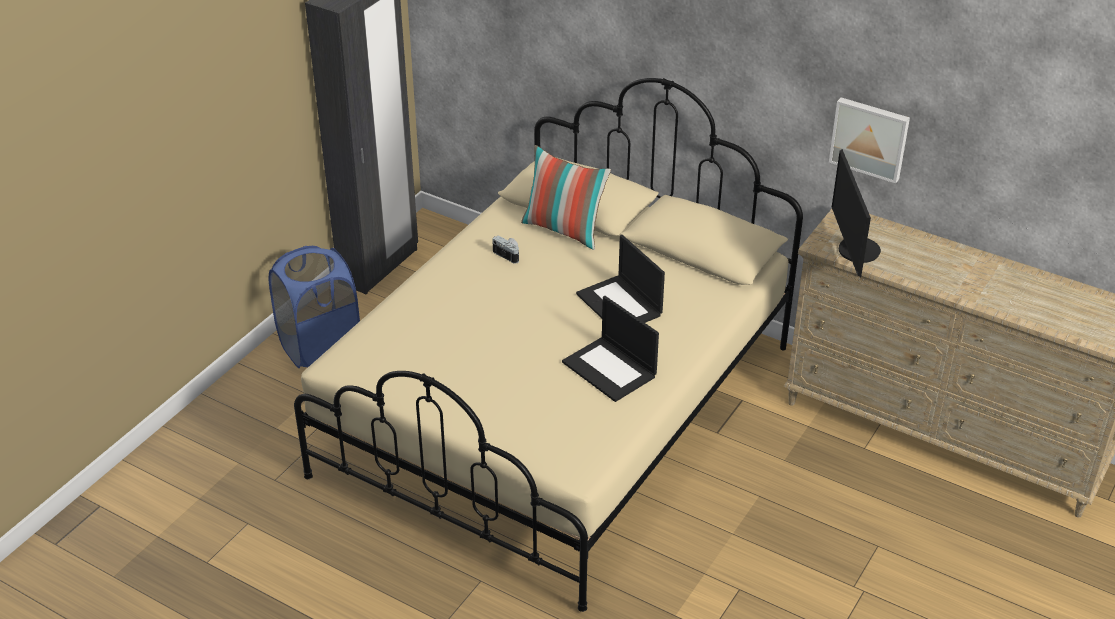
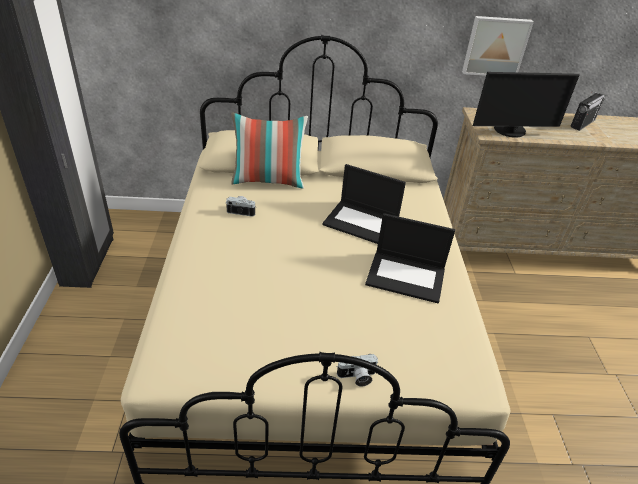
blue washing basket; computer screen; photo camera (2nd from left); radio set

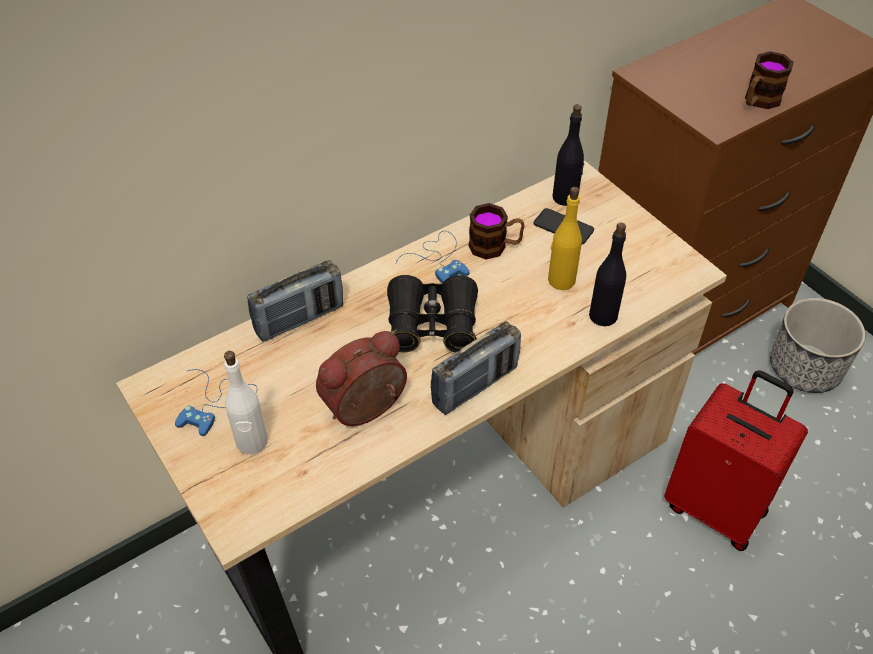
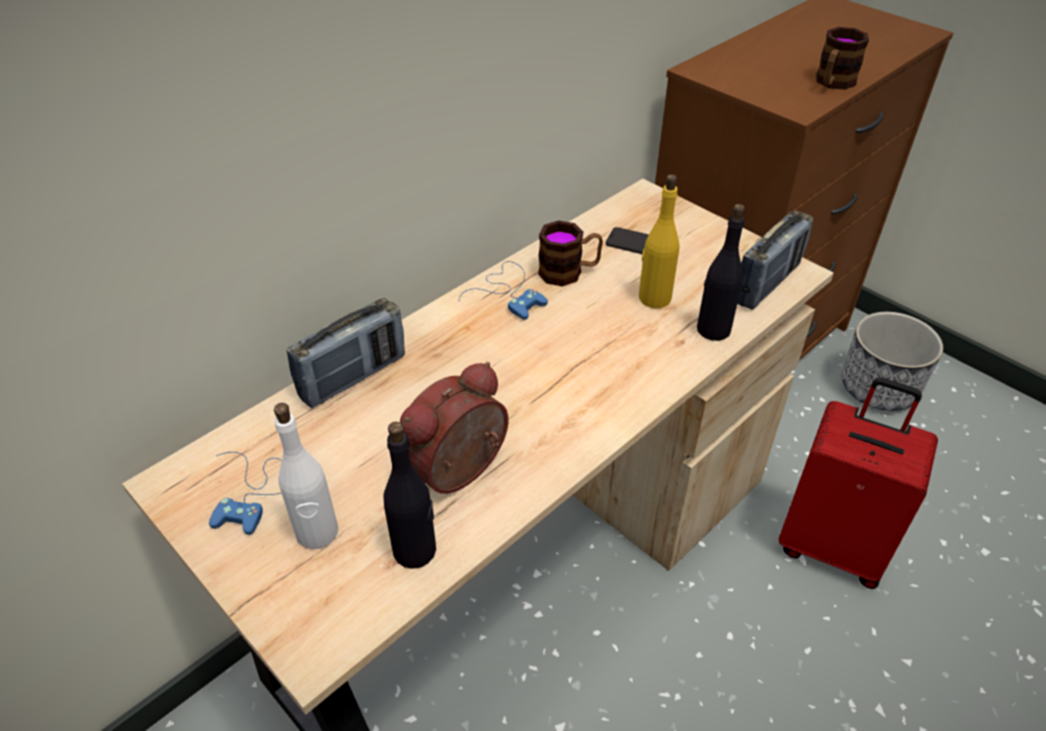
blackish field glasses; radio set (2nd from left); blackish drink bottle (1st from left)

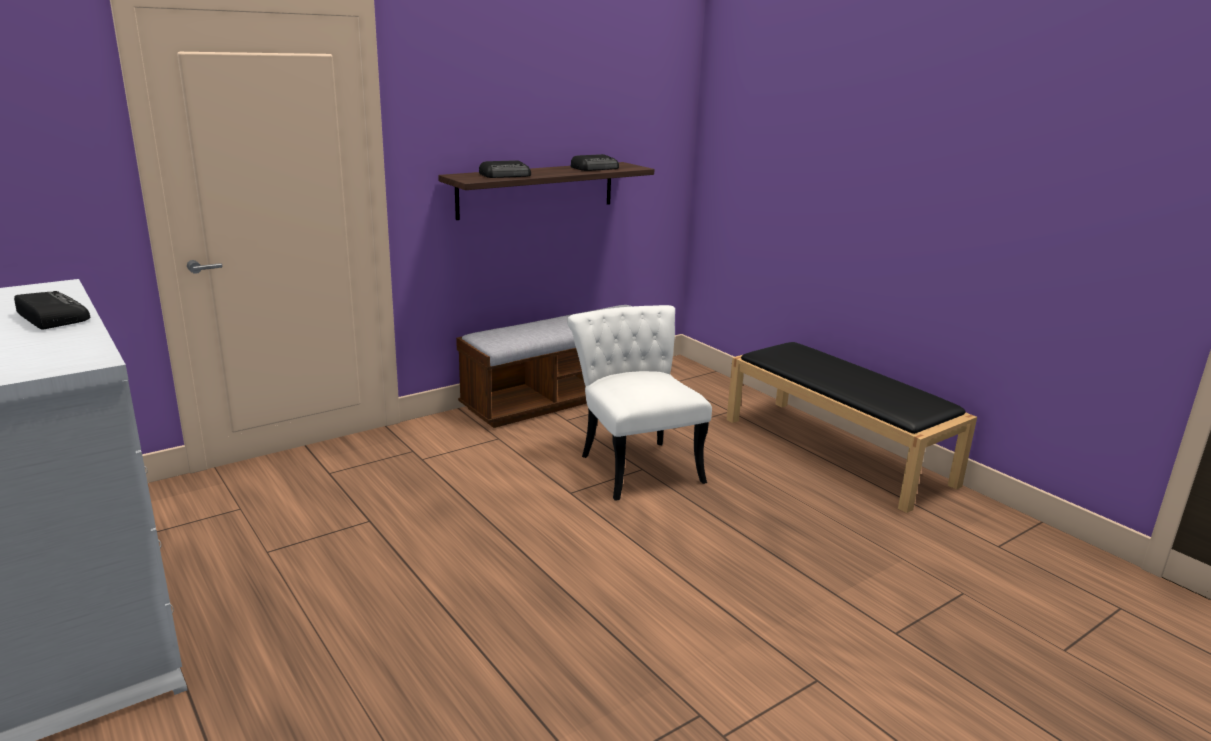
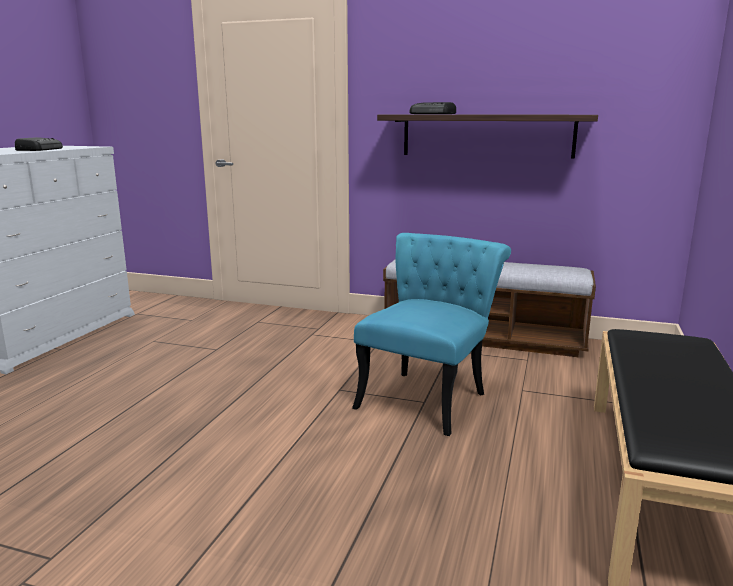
turquoise plain chair; radio set (3rd from left in the first image)

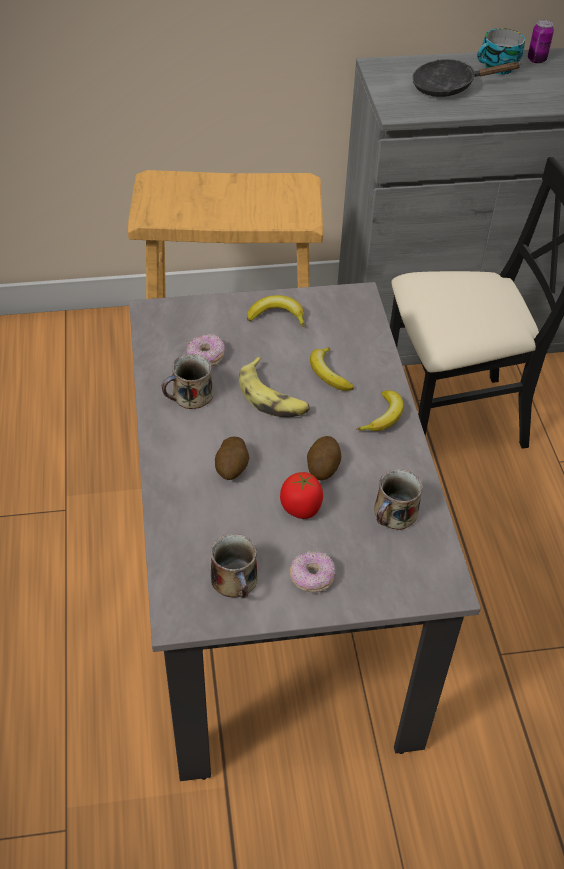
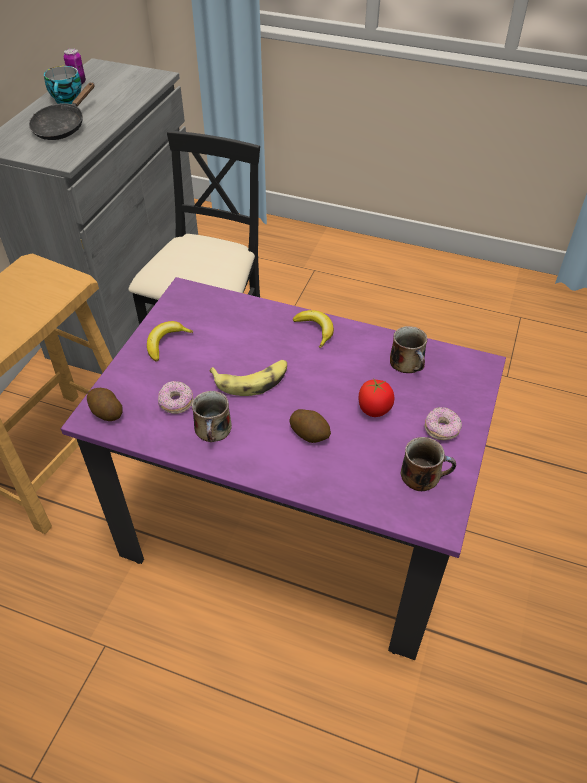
purple dining table; whole potato (1st from left); whole banana (3rd from left in the first image)

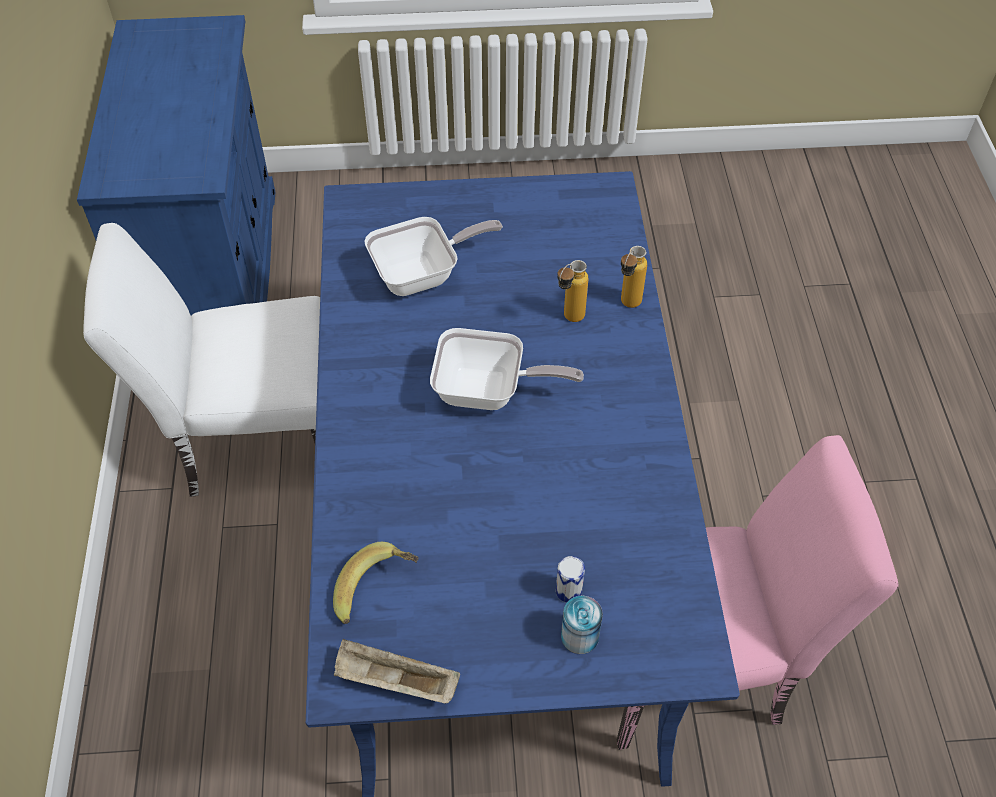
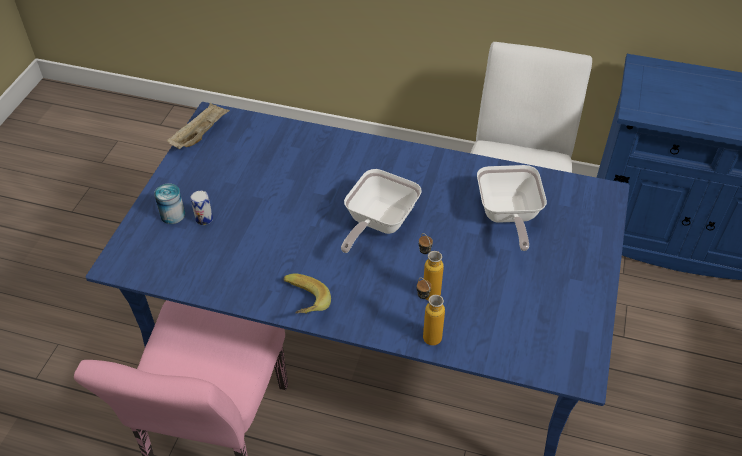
whole banana

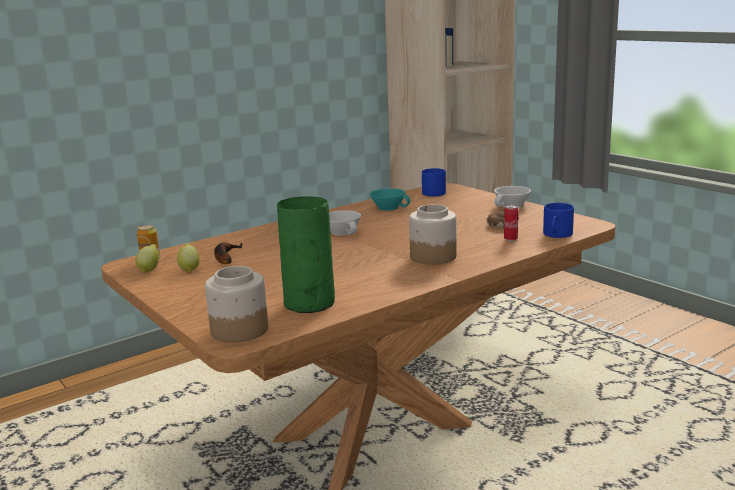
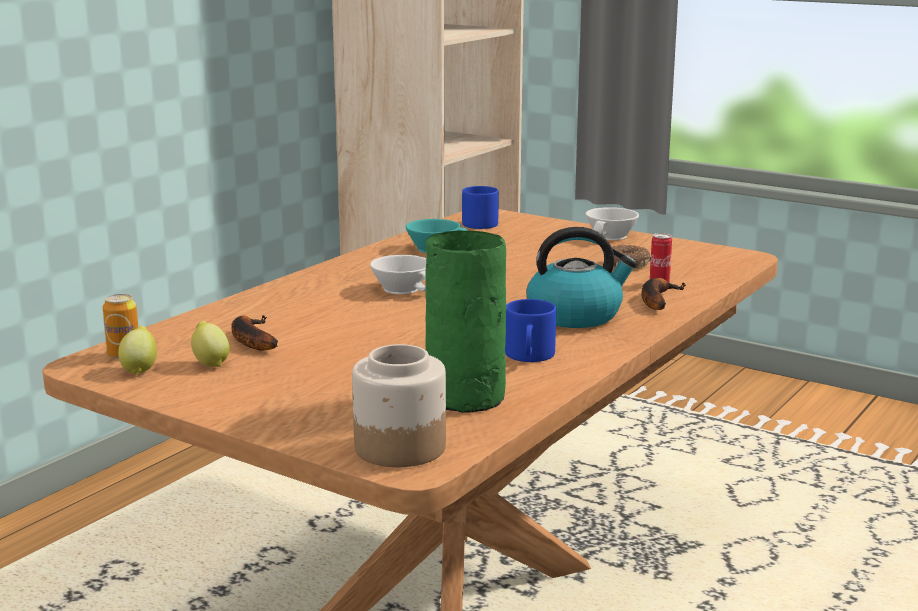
tea kettle; blue coffee mug (2nd from left); whole banana (2nd from left)

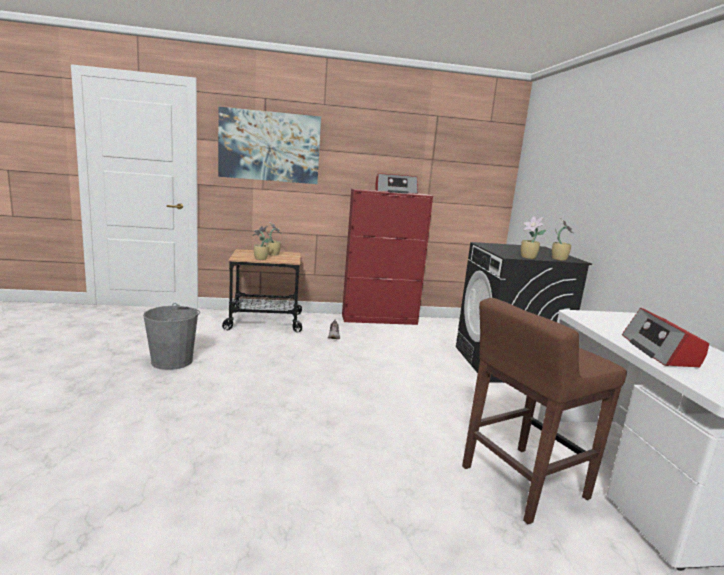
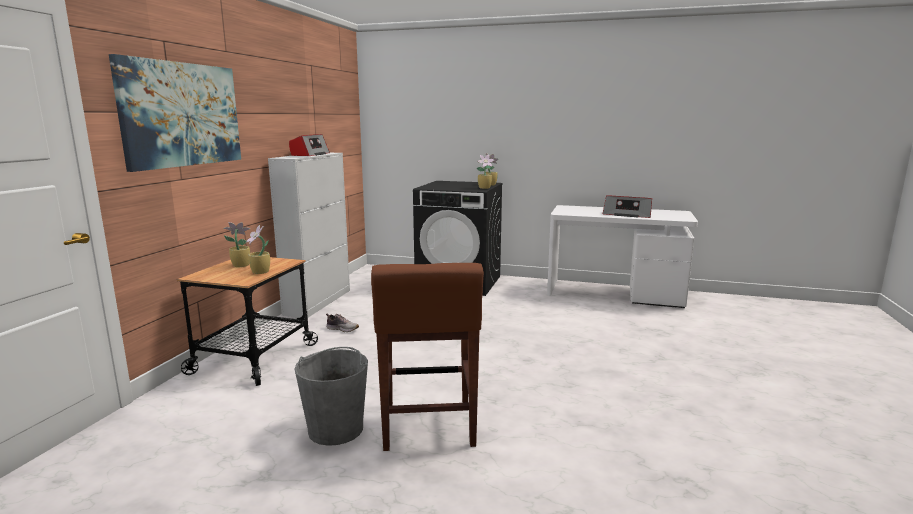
white storage cabinet; brown-coloured sitting stool

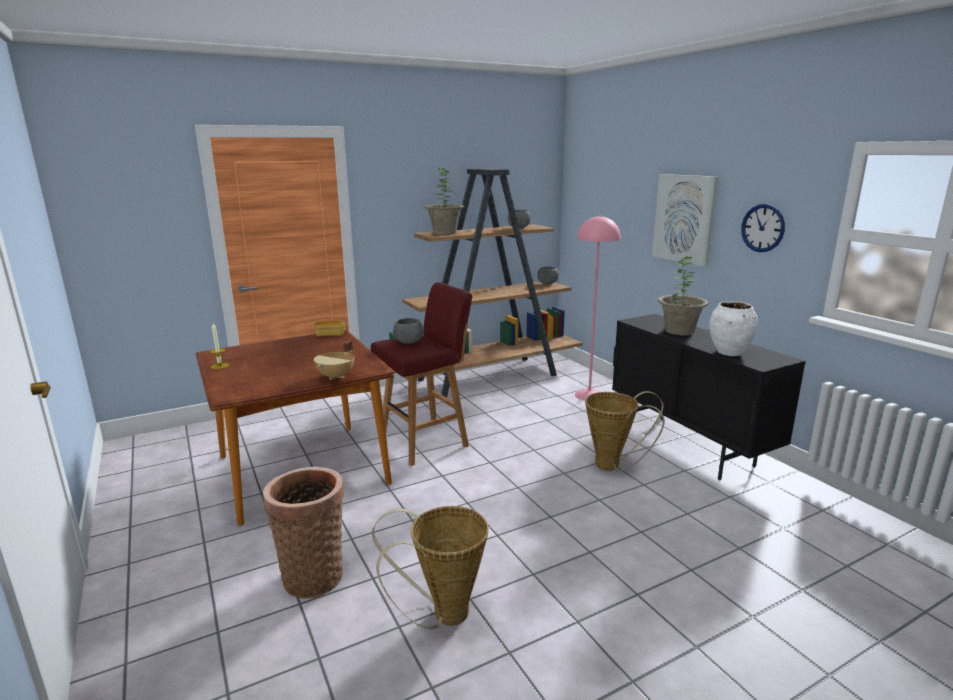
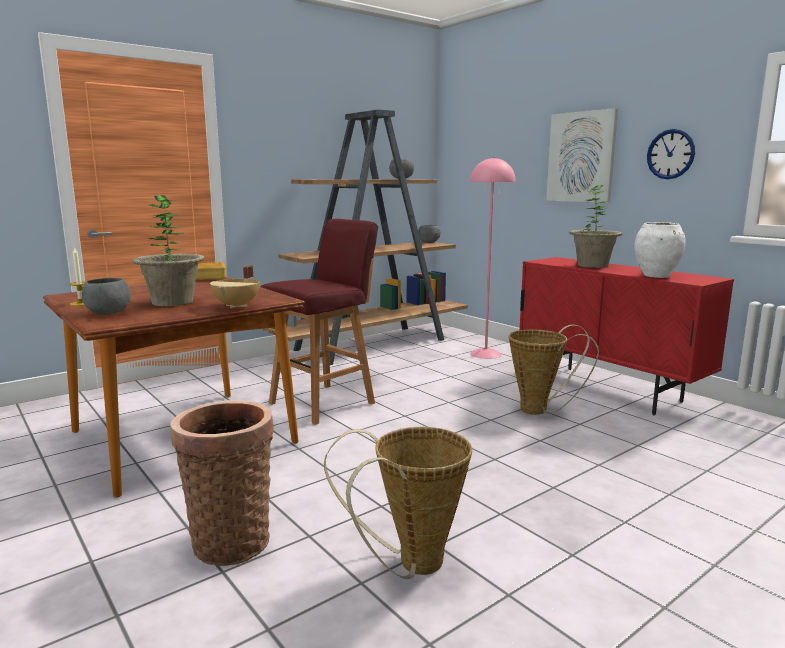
gray serving bowl (1st from left); potted plant (1st from left); reddish storage cabinet

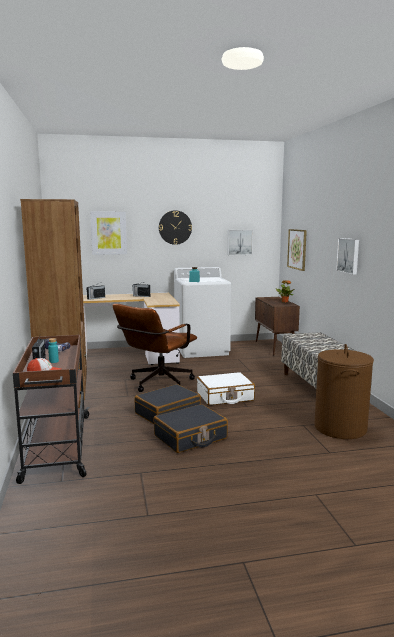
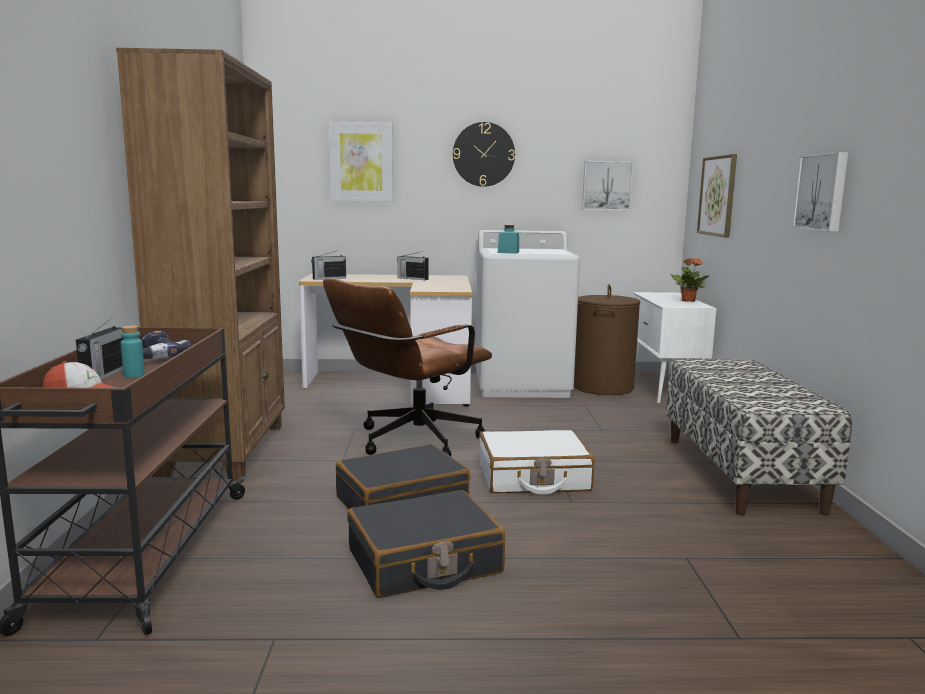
white storage cabinet; brown-coloured washing basket

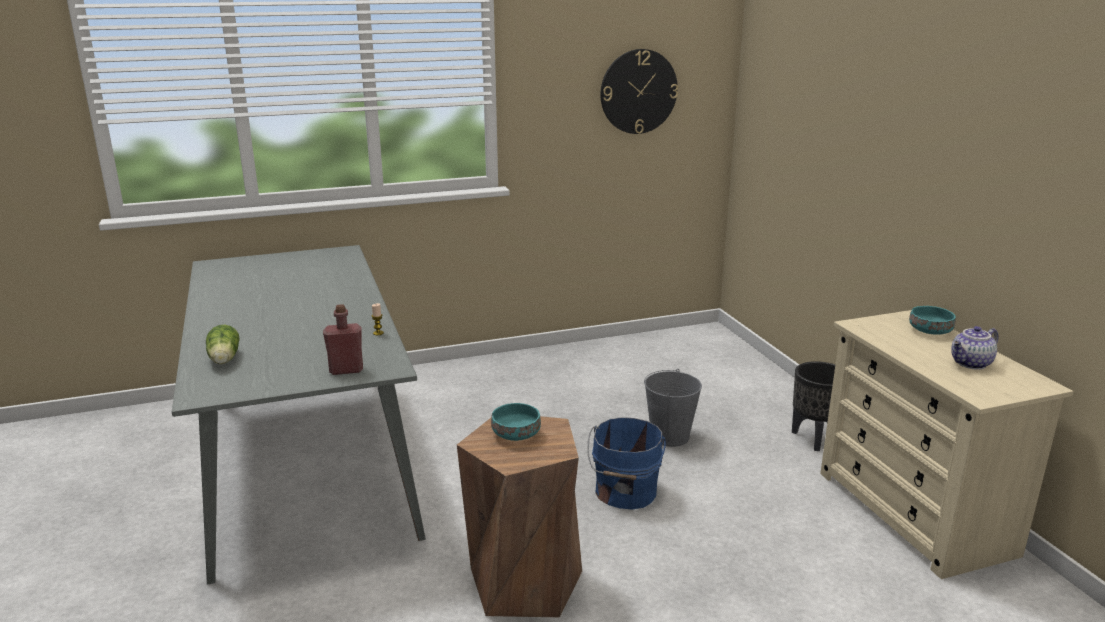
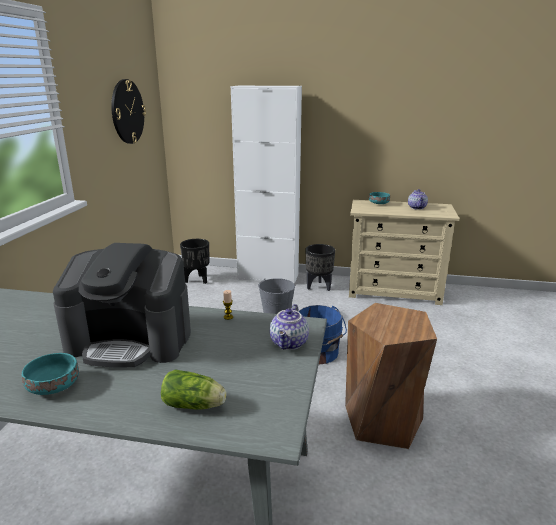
pot for tea (1st from left); turquoise serving bowl (1st from left); coffee maker; blackish planter (1st from left); white storage cabinet

